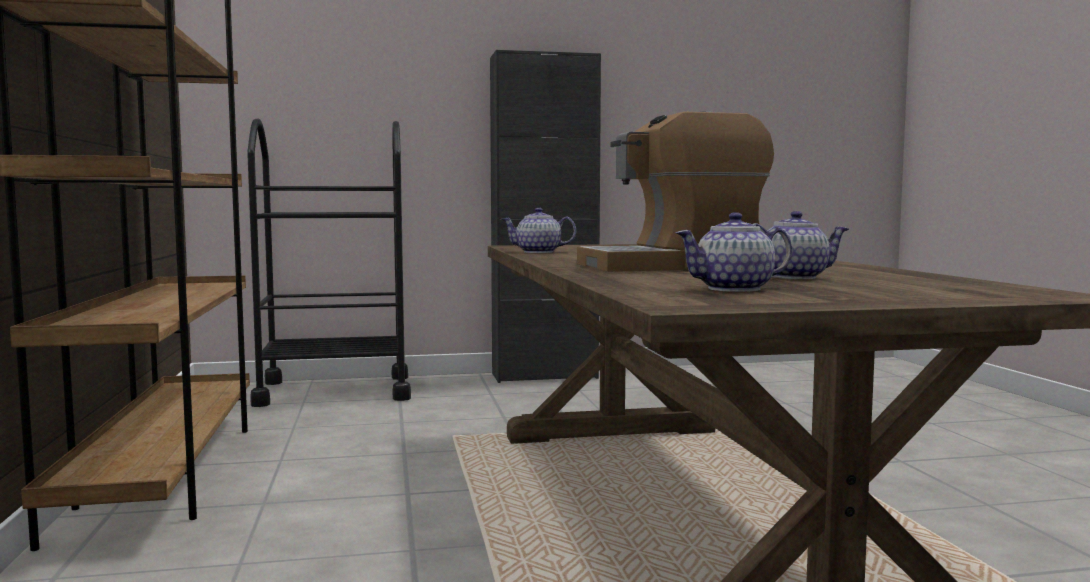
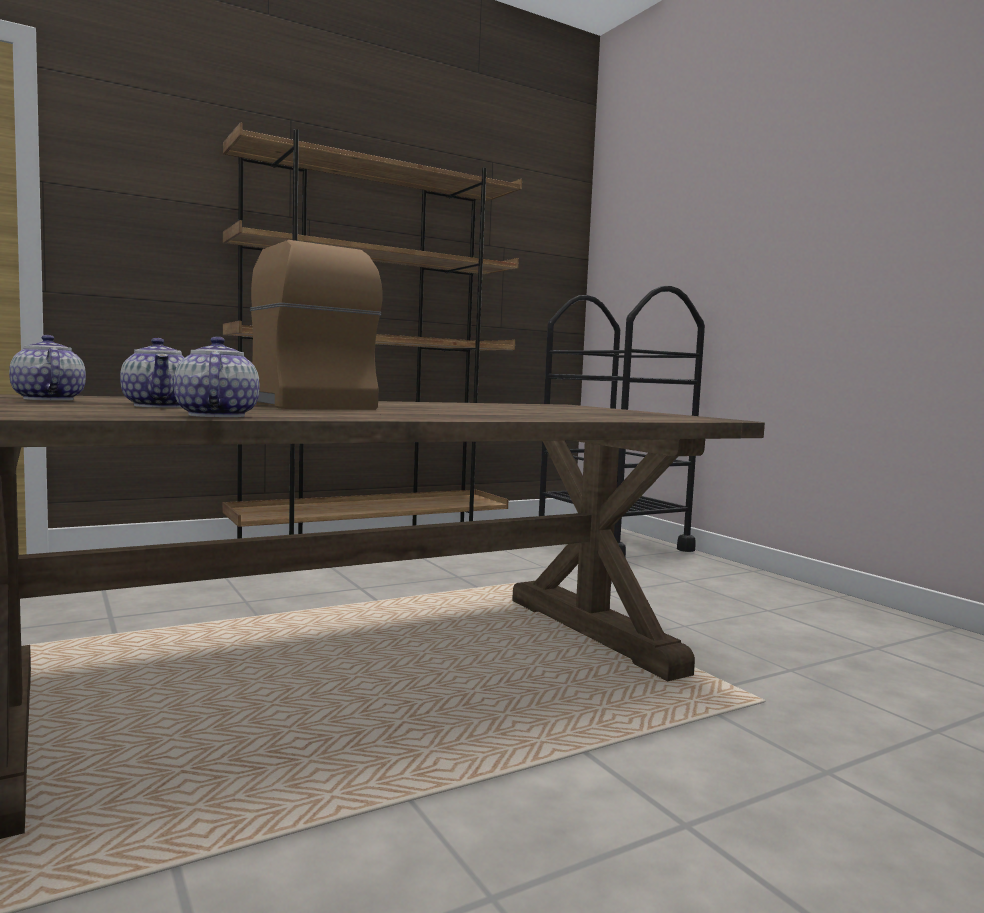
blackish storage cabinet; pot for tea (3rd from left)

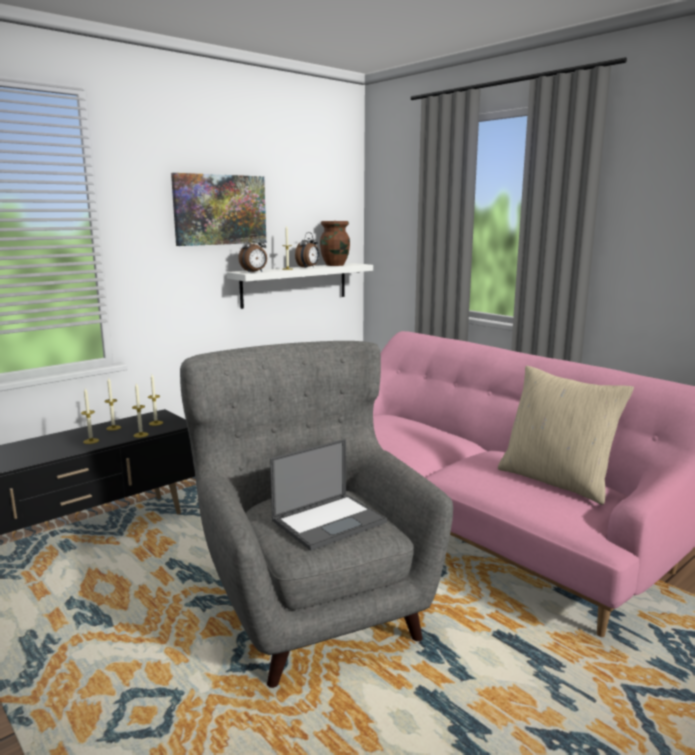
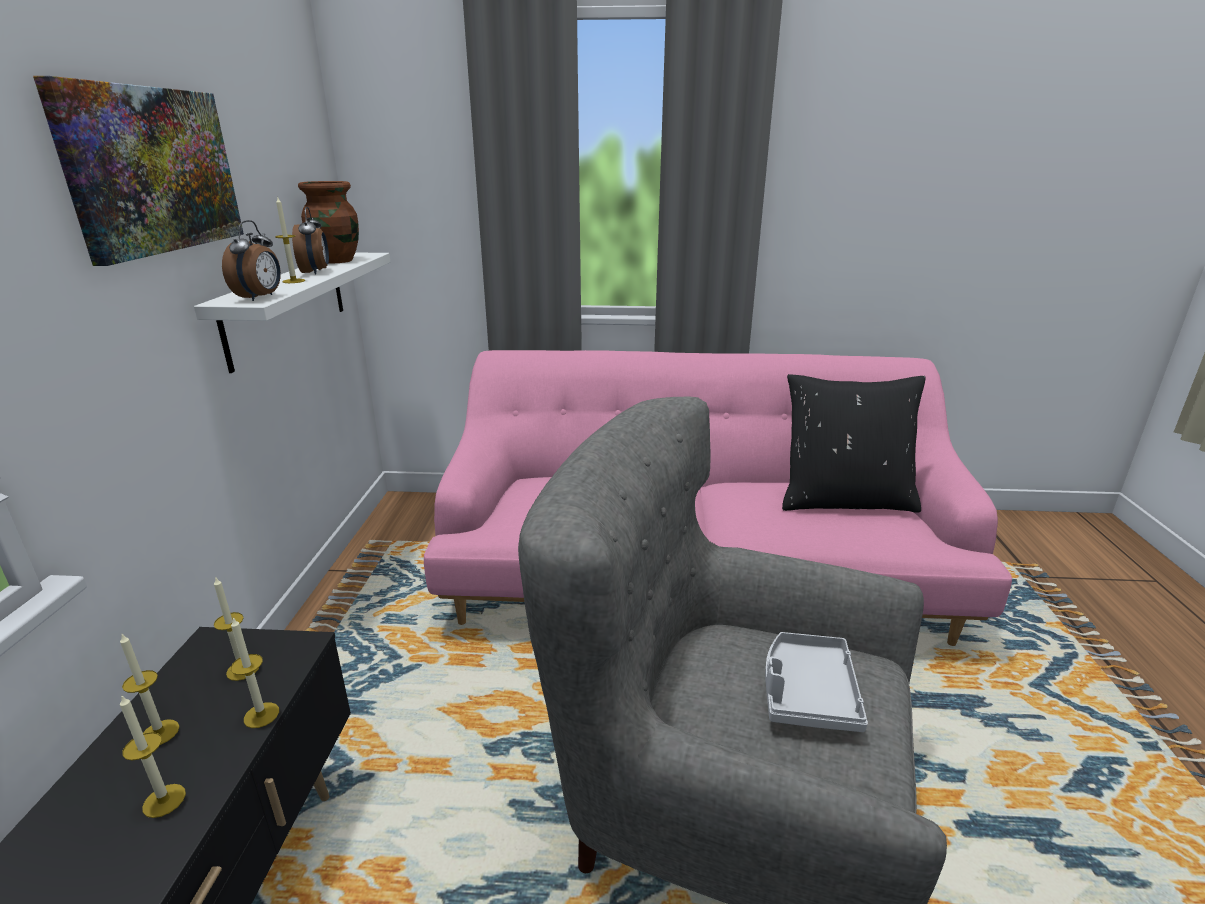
gray tray; blackish throw pillow

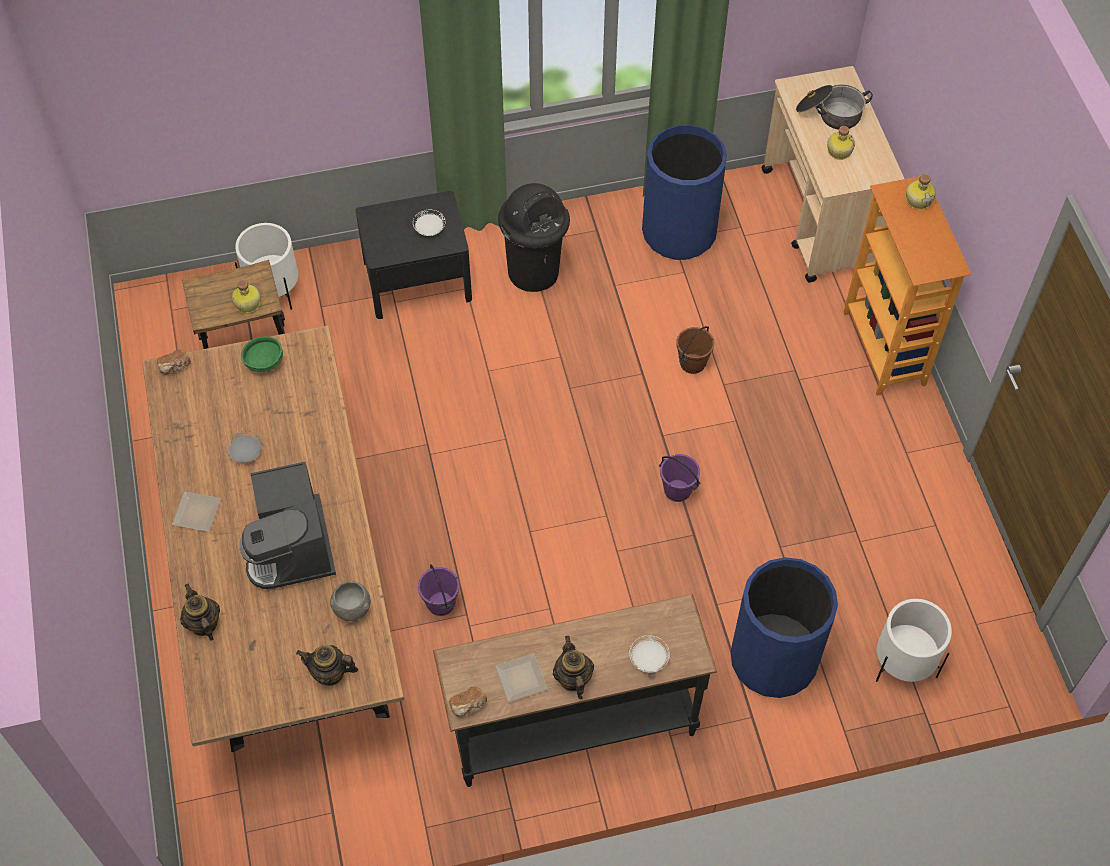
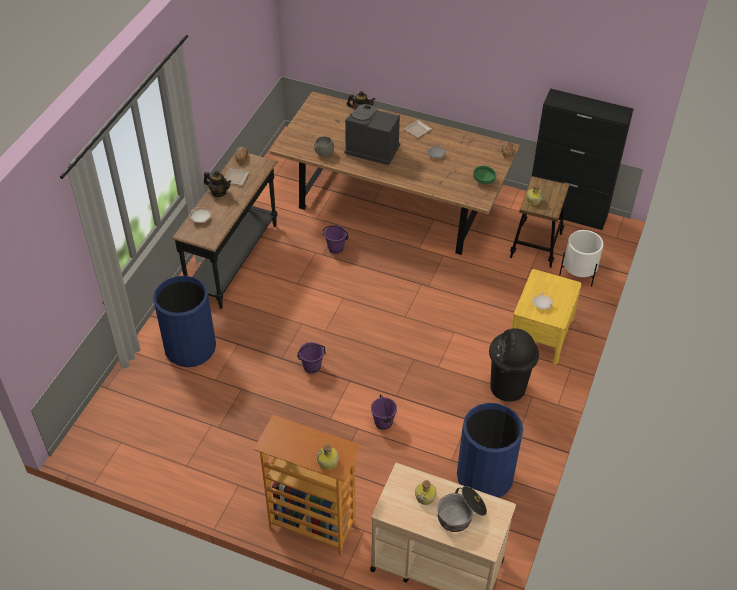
pot for tea (2nd from left in the first image); yellow-coloured bedside table; purple water bucket (3rd from left); white planter (2nd from left in the first image); blackish storage cabinet

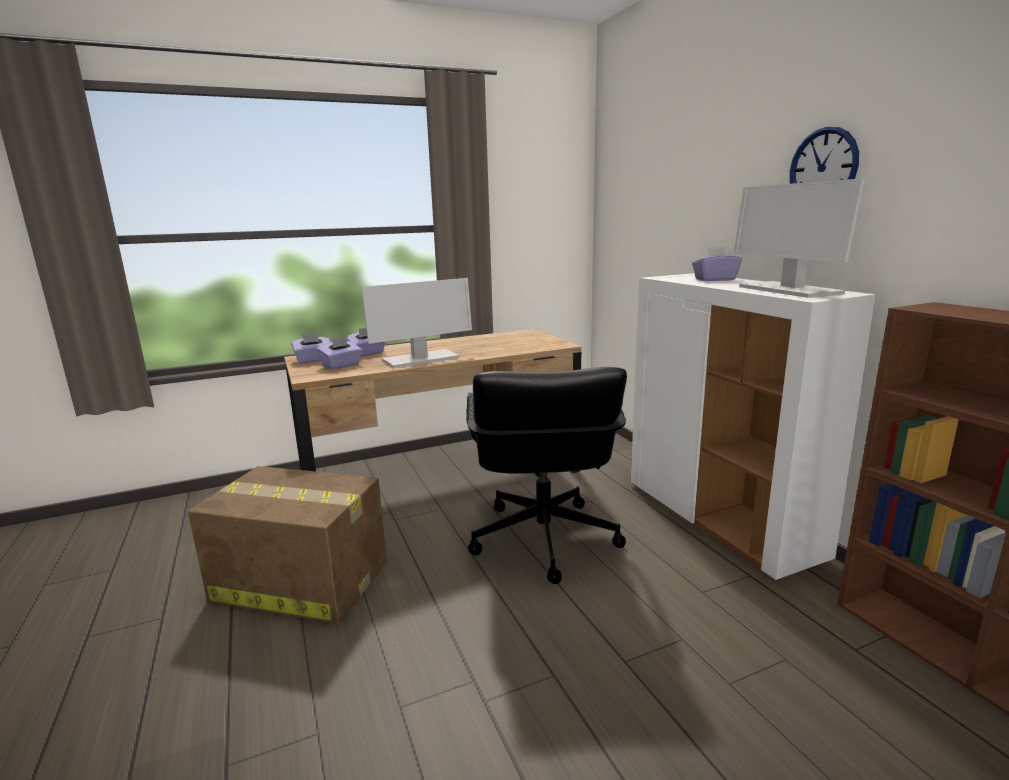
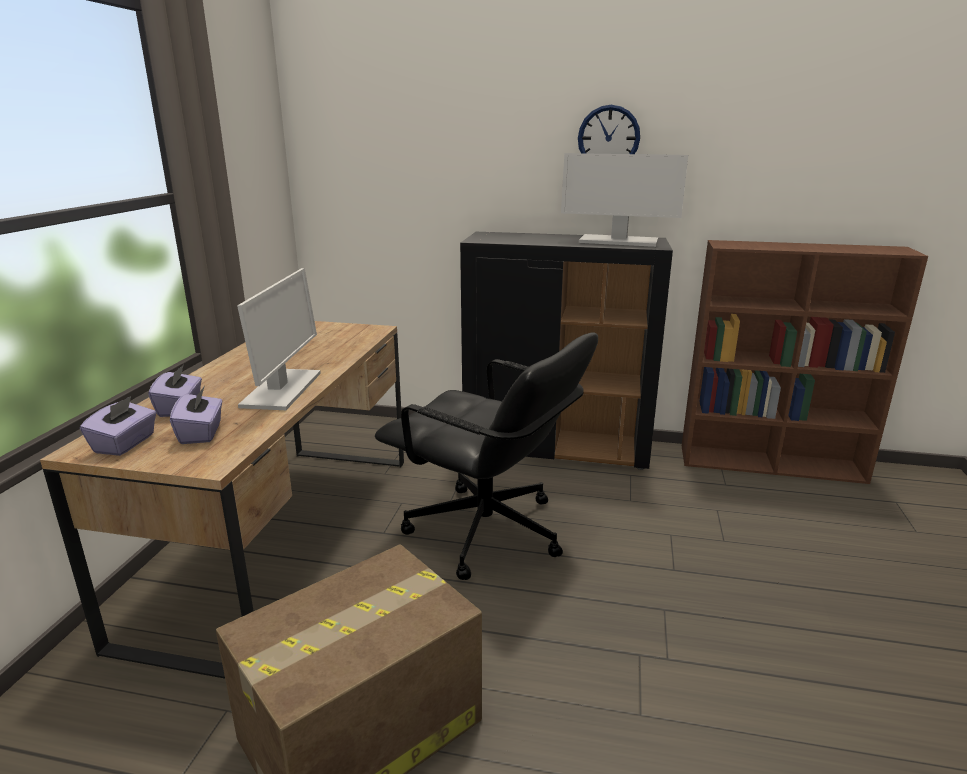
blackish storage cabinet; purple tissue box (4th from left in the first image)

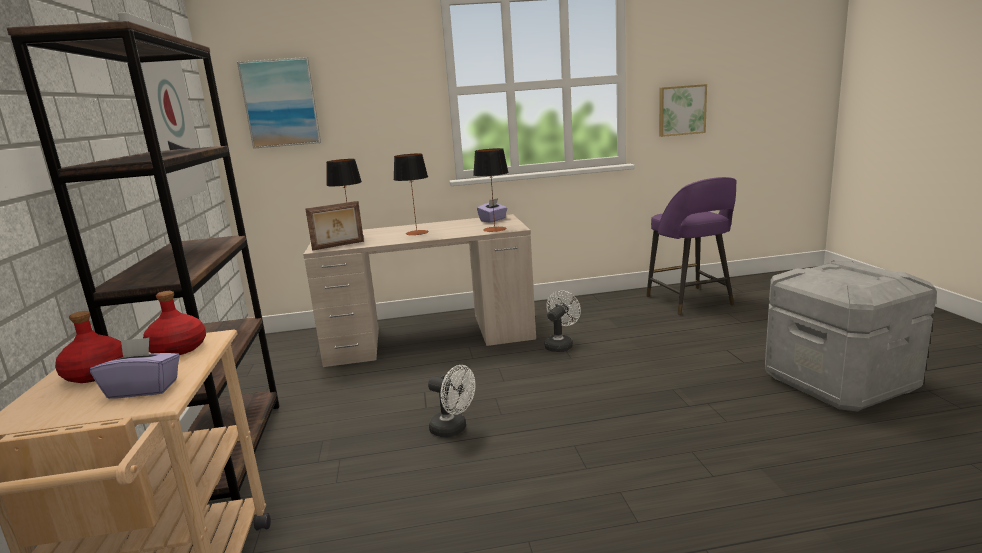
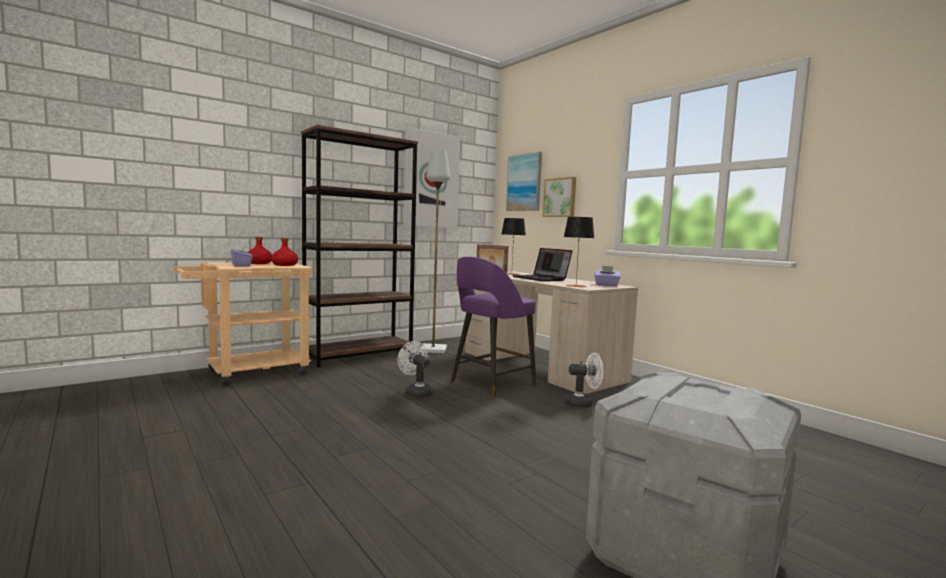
notebook computer; white fan (1st from left); purple sitting stool; picture (3rd from left); gray floor lamp

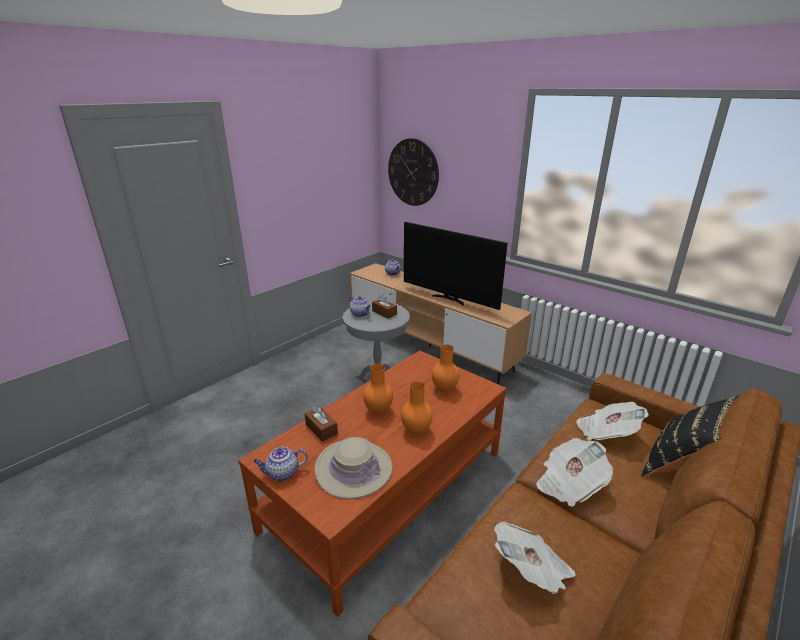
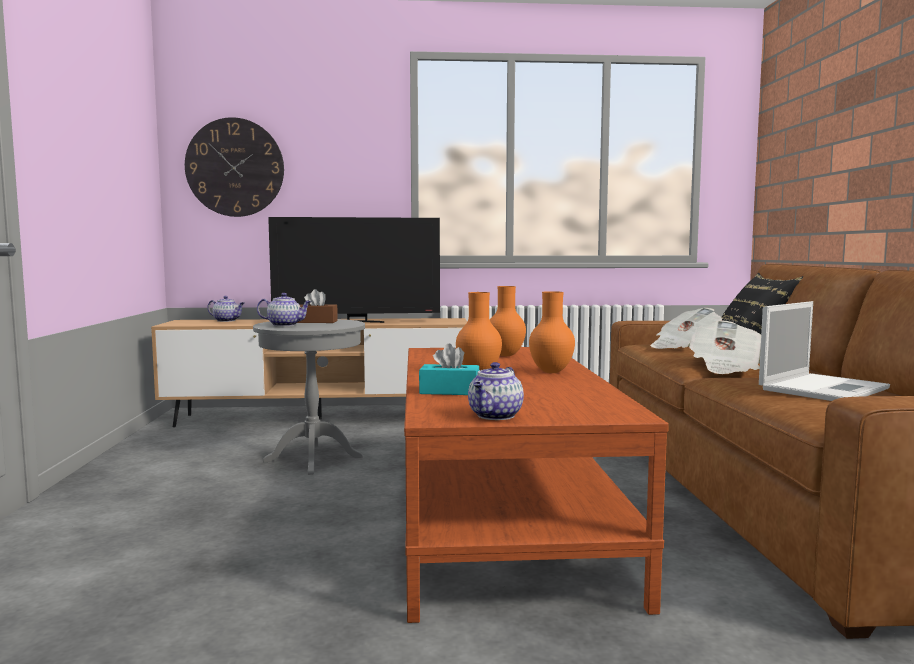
turquoise tissue box; beige-coloured hat; notebook computer

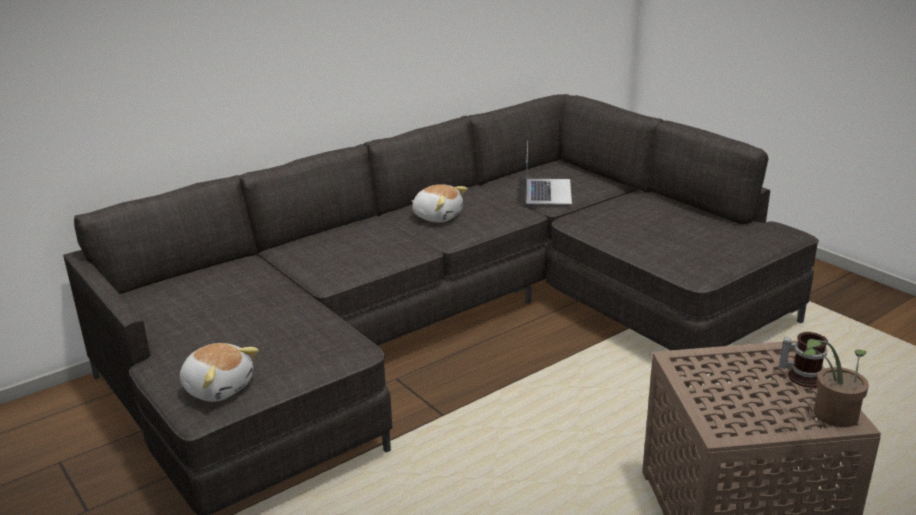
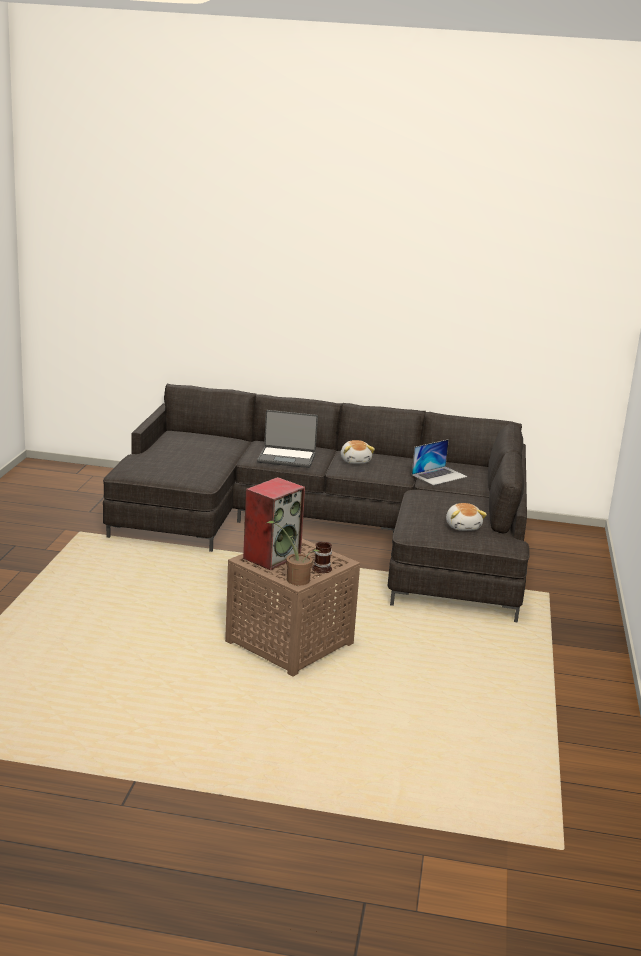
cuddly toy (2nd from left); loudspeaker; notebook computer (1st from left)

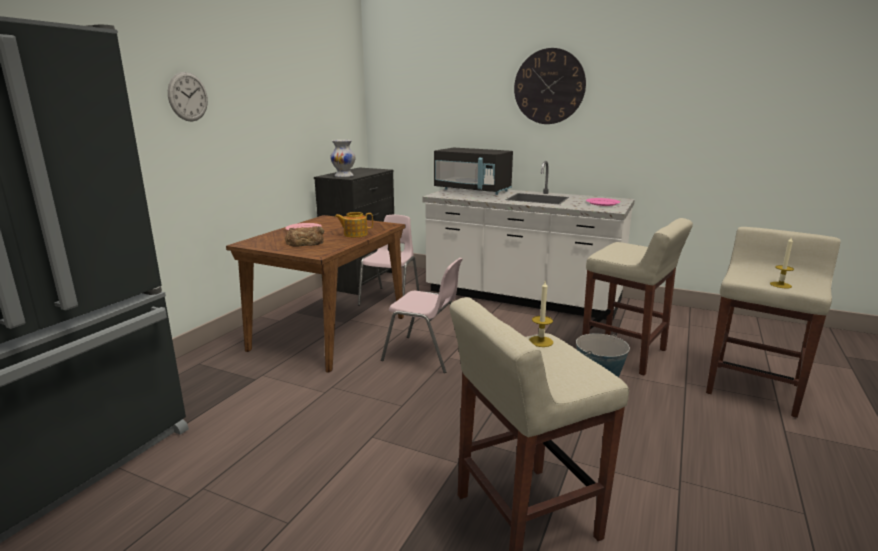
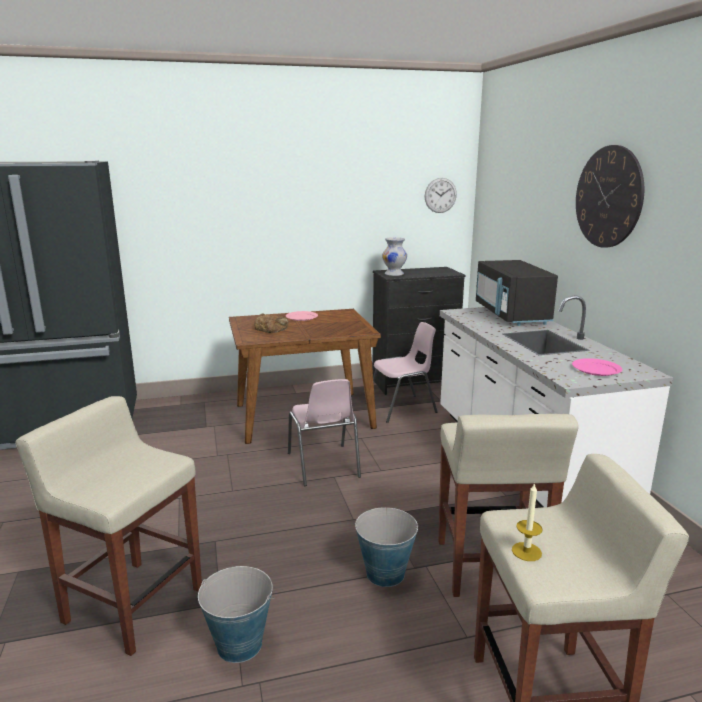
clock on the wall (1st from left); pot for tea; wax light (1st from left in the first image); water bucket (1st from left)

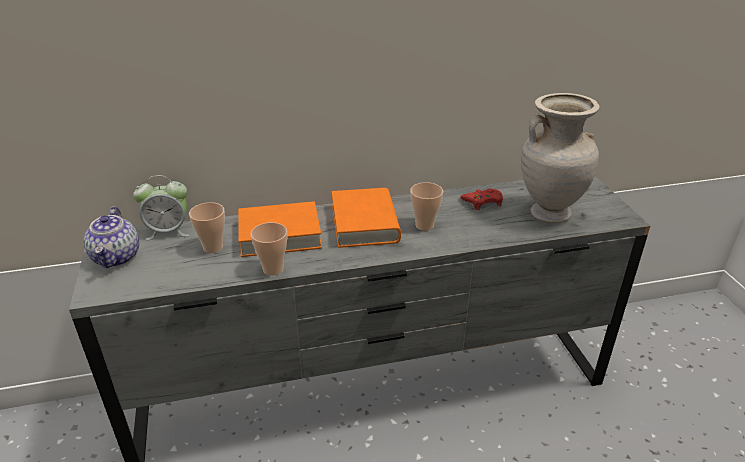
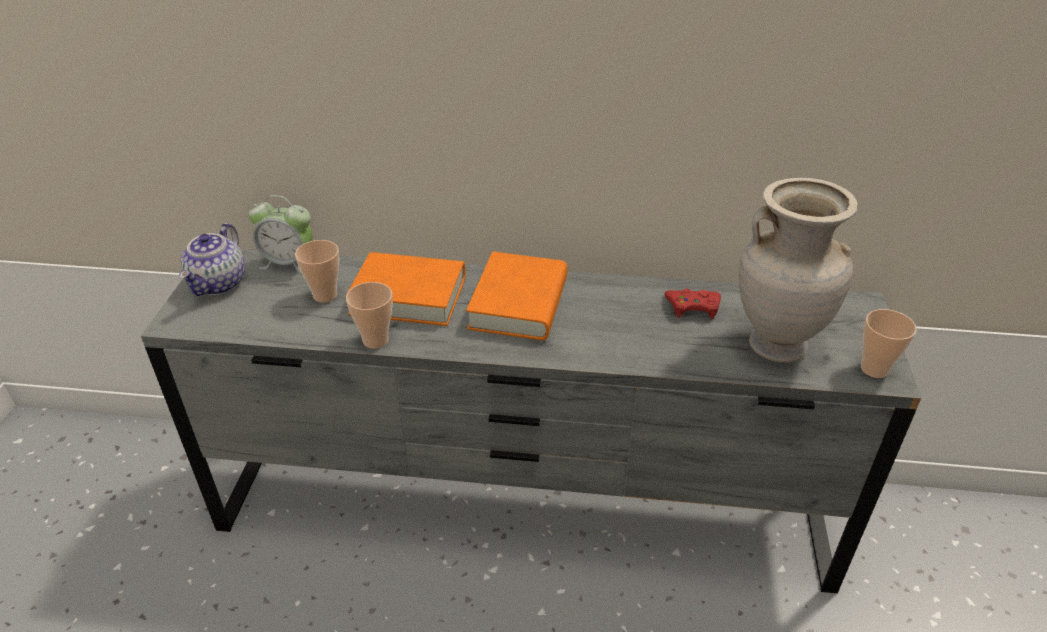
drinking cup (3rd from left)

